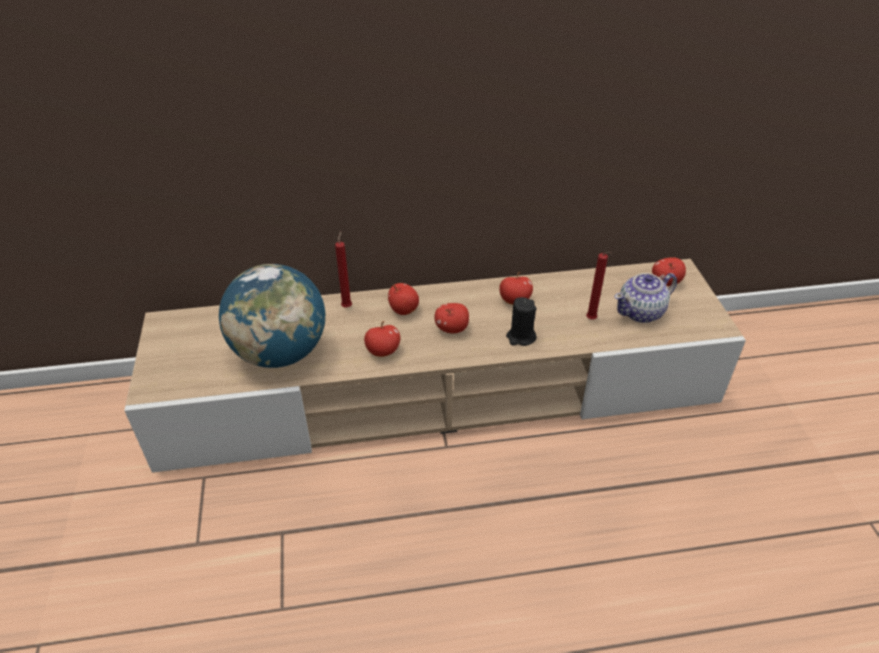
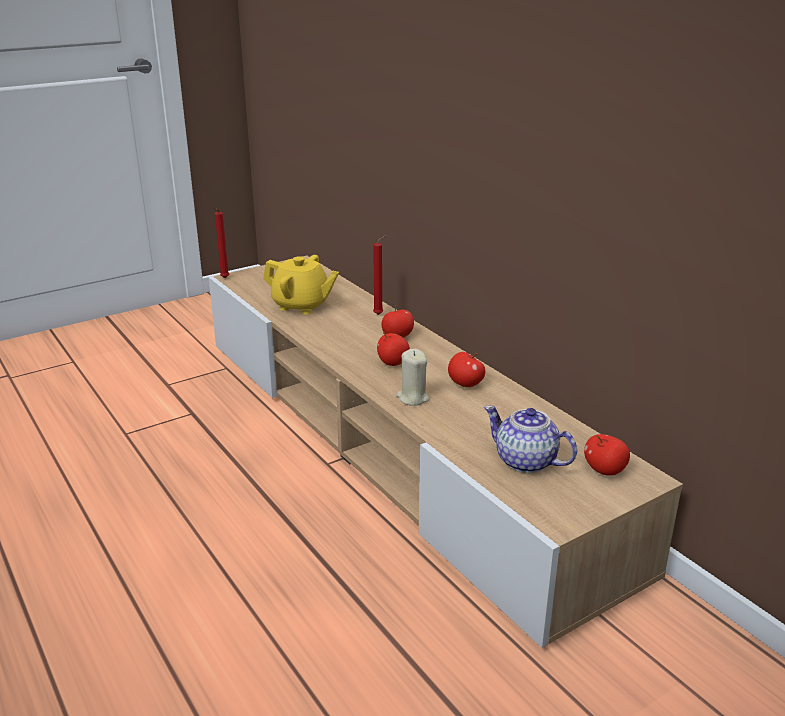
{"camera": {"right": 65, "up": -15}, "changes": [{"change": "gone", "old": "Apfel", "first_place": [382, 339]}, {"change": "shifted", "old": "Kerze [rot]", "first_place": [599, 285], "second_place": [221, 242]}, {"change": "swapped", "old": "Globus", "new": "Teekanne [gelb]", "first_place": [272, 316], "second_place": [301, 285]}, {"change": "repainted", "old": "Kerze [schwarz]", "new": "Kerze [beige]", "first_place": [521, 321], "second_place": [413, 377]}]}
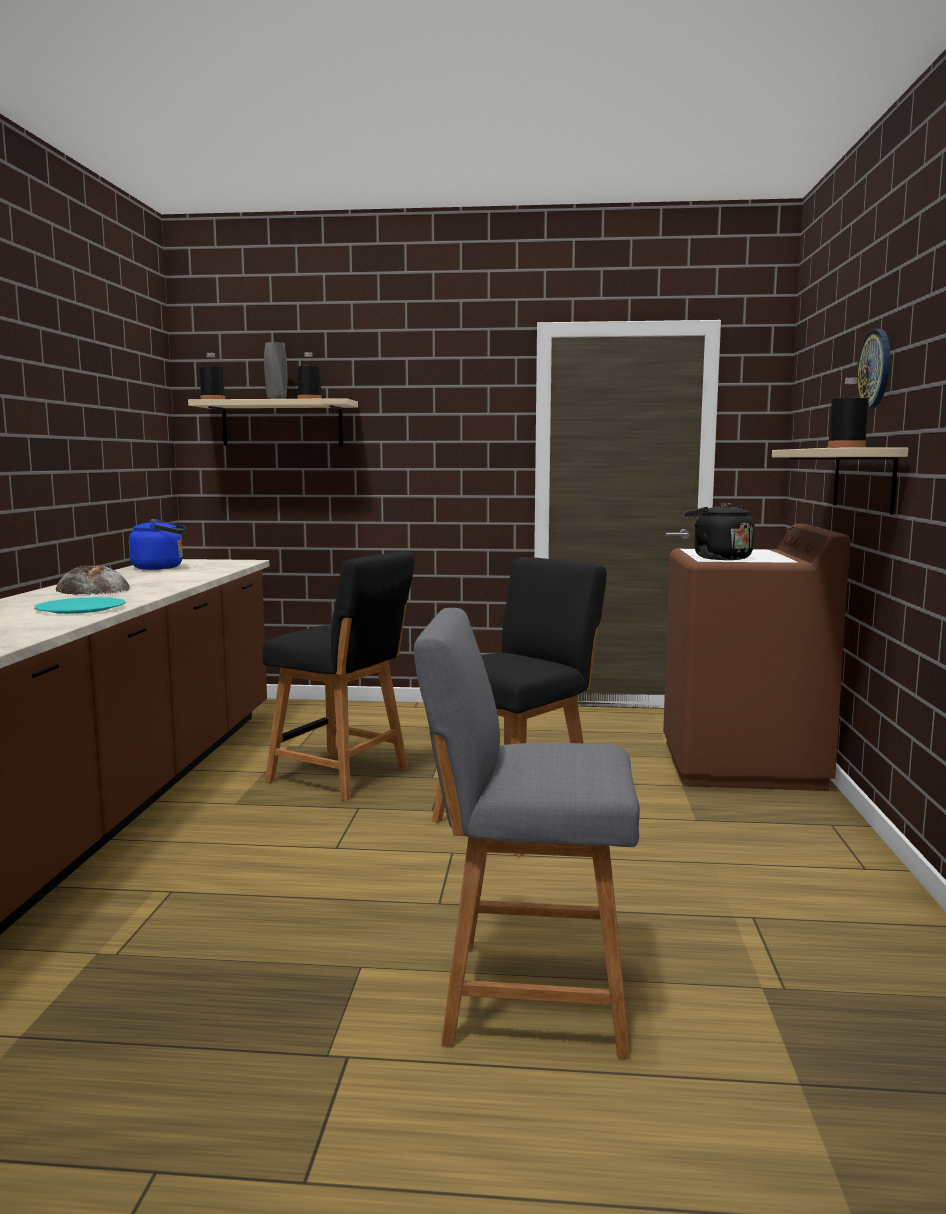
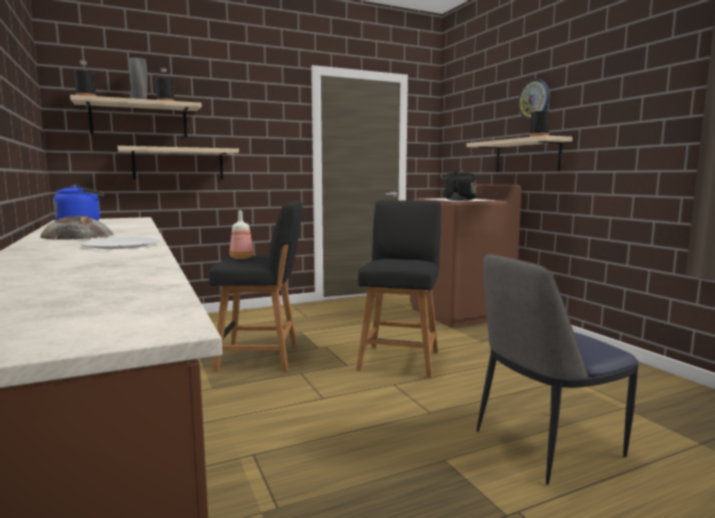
{"camera": {"right": -30, "up": 0}, "changes": [{"change": "new", "new": "Wandregal [beige]", "second_place": [178, 162]}, {"change": "new", "new": "Flasche", "second_place": [241, 235]}, {"change": "swapped", "old": "Hocker [grau]", "new": "Stuhl", "first_place": [527, 833], "second_place": [557, 369]}, {"change": "repainted", "old": "Teller [türkis]", "new": "Teller [weiß]", "first_place": [80, 605], "second_place": [120, 243]}]}
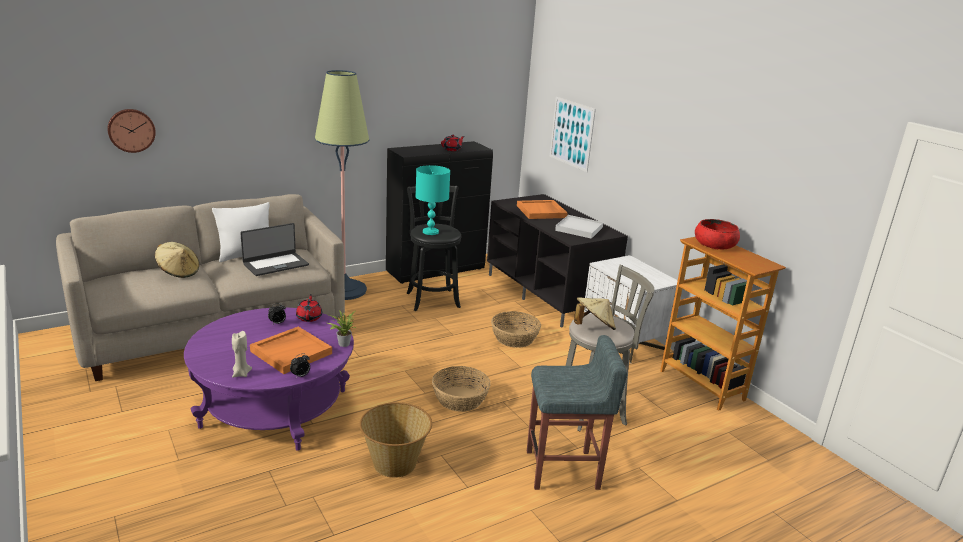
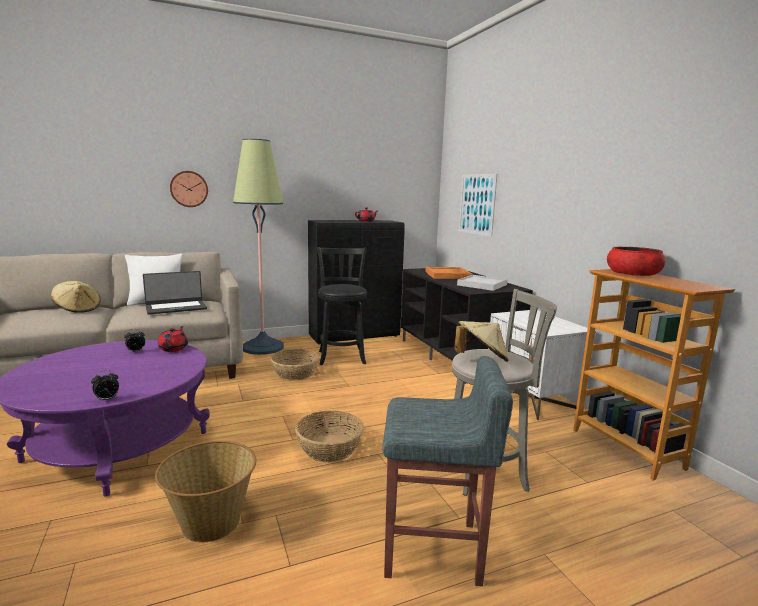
{"camera": {"right": 10, "up": -10}, "changes": [{"change": "gone", "old": "Kerze [beige]", "first_place": [242, 354]}, {"change": "gone", "old": "Tablett [orange]", "first_place": [291, 350]}, {"change": "gone", "old": "Topfpflanze", "first_place": [342, 328]}, {"change": "gone", "old": "Tischlampe [türkis]", "first_place": [432, 200]}, {"change": "shifted", "old": "Wanduhr", "first_place": [131, 131], "second_place": [189, 189]}, {"change": "shifted", "old": "Korb", "first_place": [516, 329], "second_place": [295, 365]}]}
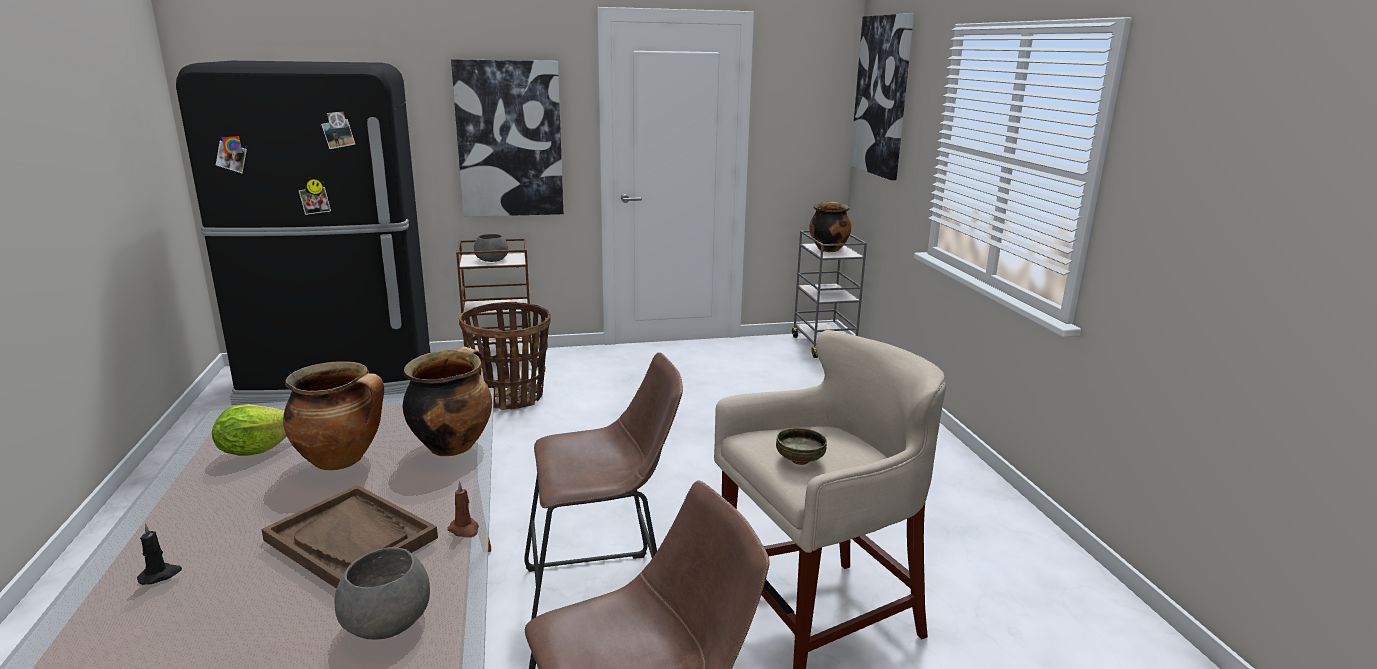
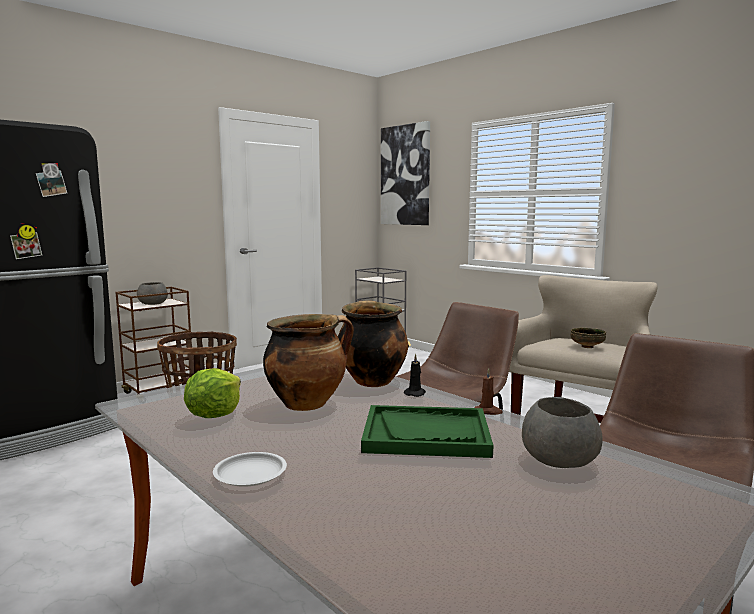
{"camera": {"right": -30, "up": -10}, "changes": [{"change": "gone", "old": "Bild", "first_place": [507, 138]}, {"change": "gone", "old": "Kochtopf", "first_place": [830, 226]}, {"change": "new", "new": "Teller [weiß]", "second_place": [250, 469]}, {"change": "shifted", "old": "Kerze [schwarz]", "first_place": [159, 554], "second_place": [415, 375]}, {"change": "repainted", "old": "Tablett [braun]", "new": "Tablett [grün]", "first_place": [349, 537], "second_place": [427, 431]}]}
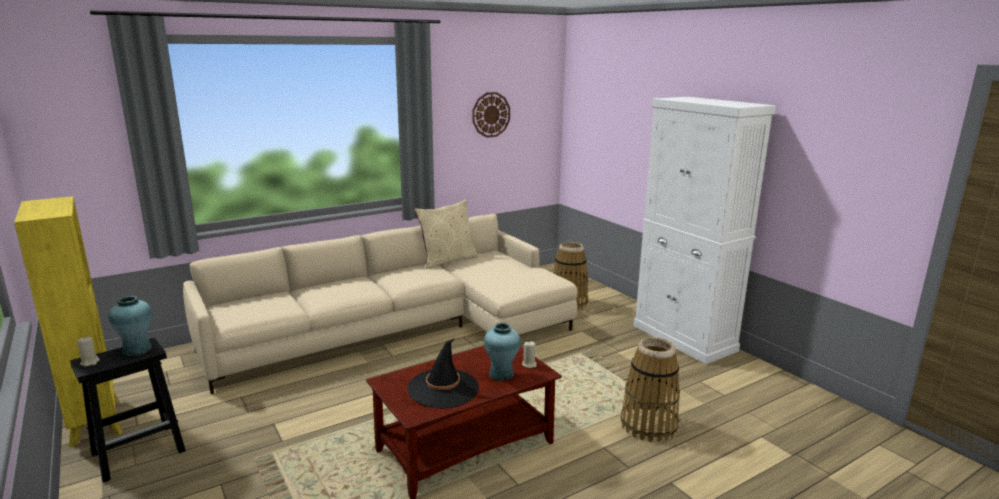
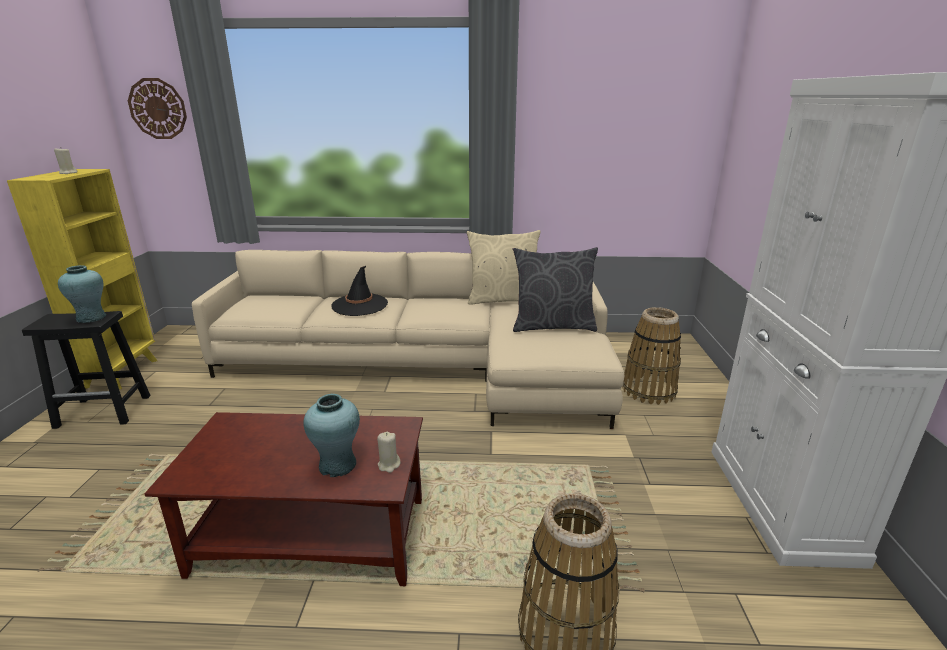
{"camera": {"right": 35, "up": 5}, "changes": [{"change": "new", "new": "Kissen [grau]", "second_place": [555, 289]}, {"change": "shifted", "old": "Kerze [beige]", "first_place": [88, 352], "second_place": [66, 161]}, {"change": "shifted", "old": "Hut [schwarz]", "first_place": [443, 373], "second_place": [359, 291]}, {"change": "shifted", "old": "Wanduhr", "first_place": [491, 115], "second_place": [157, 108]}]}
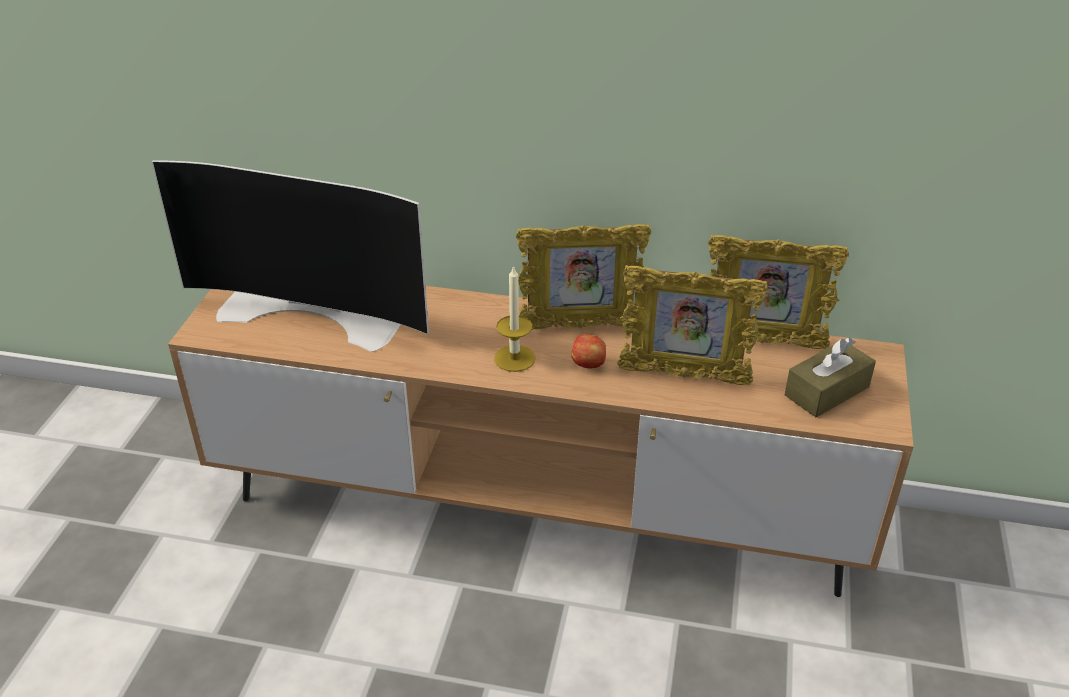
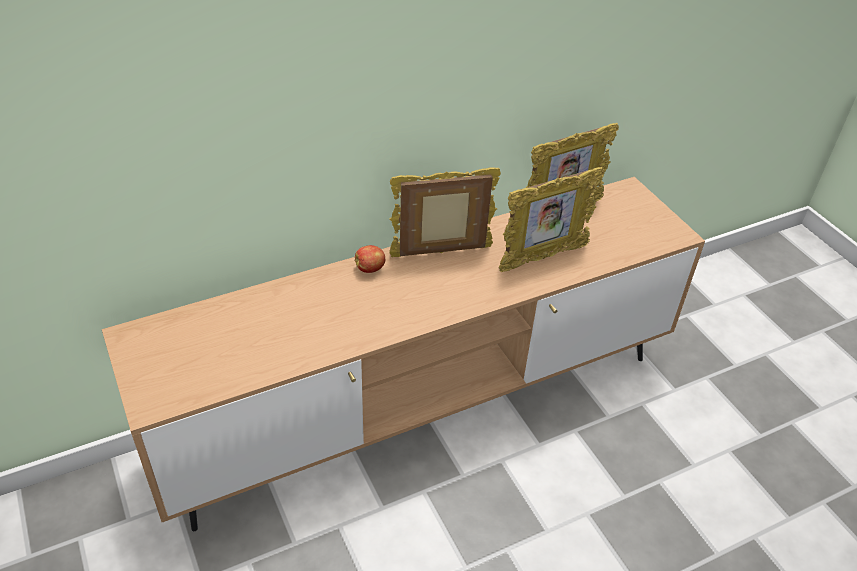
{"camera": {"right": -40, "up": 5}, "changes": [{"change": "gone", "old": "Fernseher", "first_place": [290, 256]}, {"change": "gone", "old": "Kerze", "first_place": [515, 318]}, {"change": "gone", "old": "Taschentuchbox [braun]", "first_place": [830, 377]}, {"change": "shifted", "old": "Apfel", "first_place": [588, 351], "second_place": [370, 259]}, {"change": "rotated", "old": "Bilderrahmen", "first_place": [583, 277], "second_place": [445, 212], "degrees": -150}]}
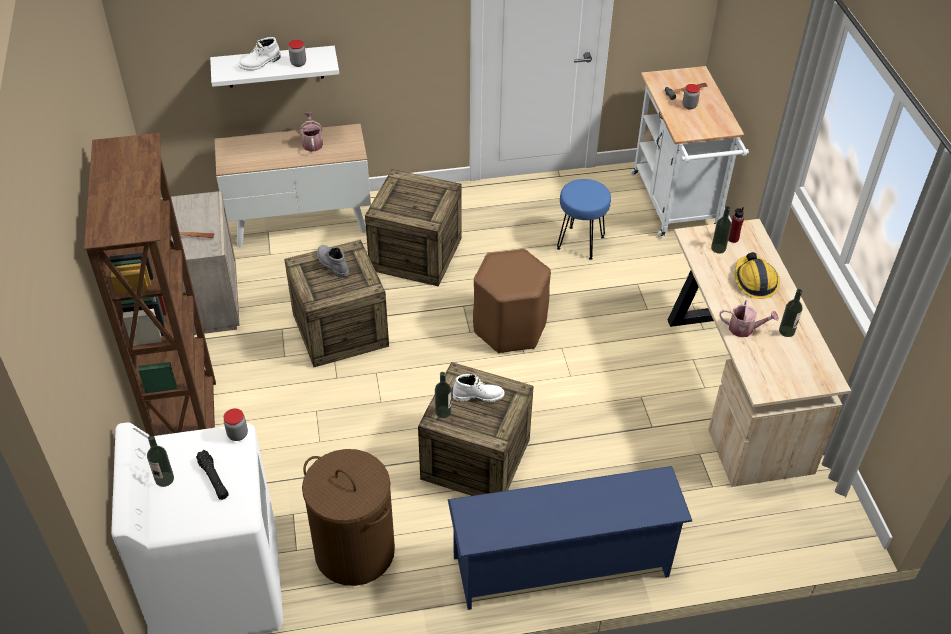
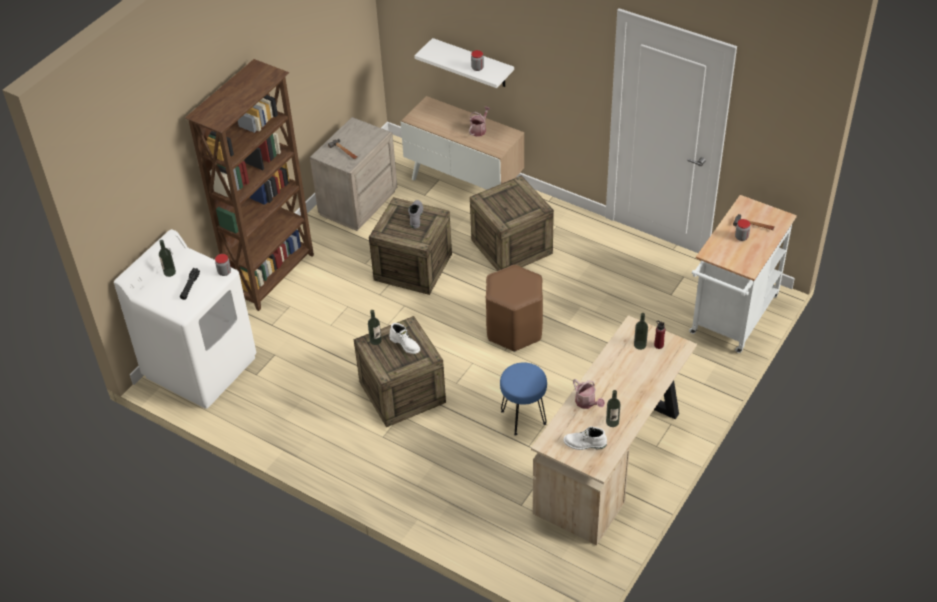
{"camera": {"right": 45, "up": 0}, "changes": [{"change": "gone", "old": "Wäschekorb [braun]", "first_place": [348, 517]}, {"change": "gone", "old": "Schuhregal [blau]", "first_place": [570, 538]}, {"change": "gone", "old": "Schutzhelm", "first_place": [757, 275]}, {"change": "shifted", "old": "Stiefel [weiß]", "first_place": [259, 54], "second_place": [585, 438]}, {"change": "shifted", "old": "Hocker [blau]", "first_place": [584, 219], "second_place": [523, 399]}]}
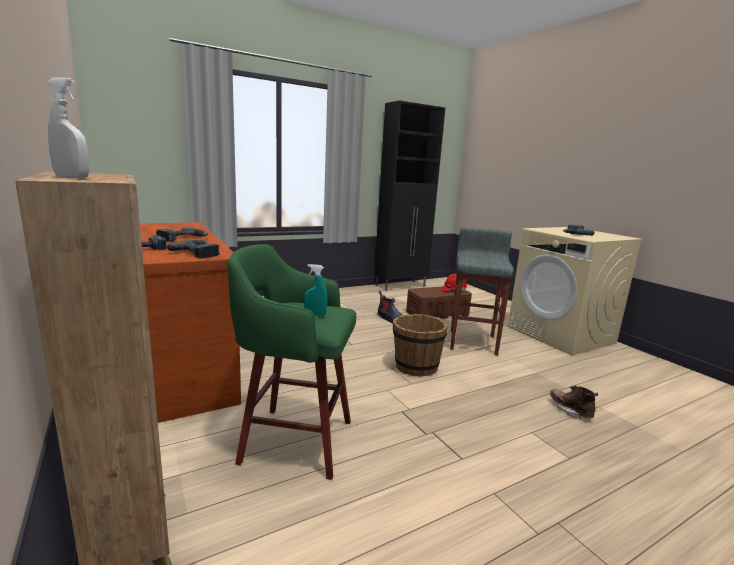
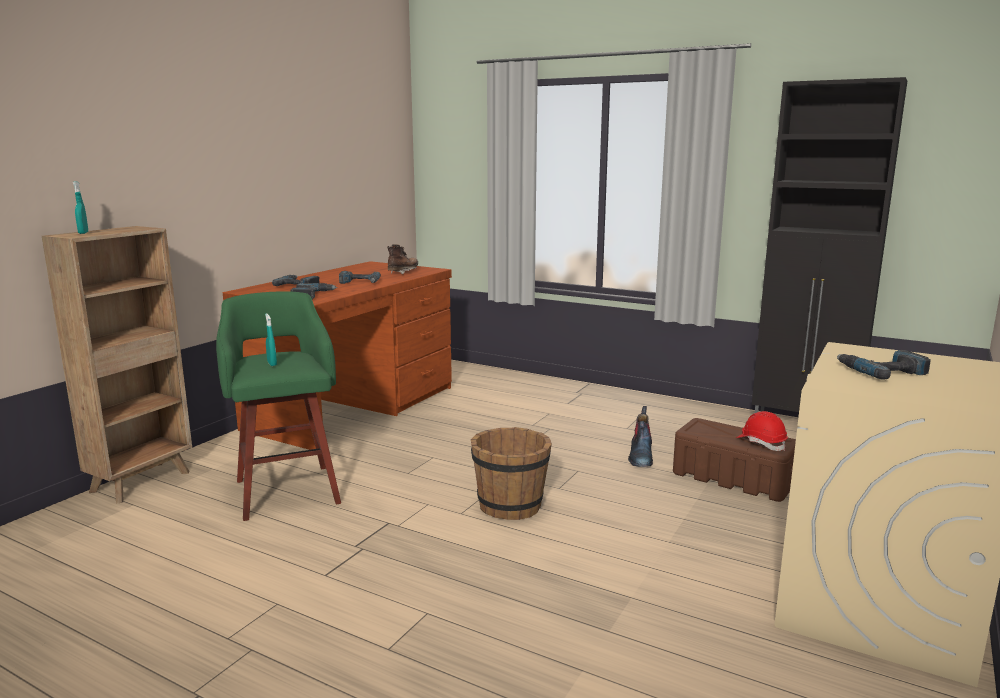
{"camera": {"right": 60, "up": 0}, "changes": [{"change": "gone", "old": "Hocker [grau]", "first_place": [482, 291]}, {"change": "shifted", "old": "Stiefel [braun]", "first_place": [574, 402], "second_place": [402, 259]}, {"change": "repainted", "old": "Sprühflasche [weiß]", "new": "Sprühflasche [türkis]", "first_place": [68, 127], "second_place": [80, 207]}]}
